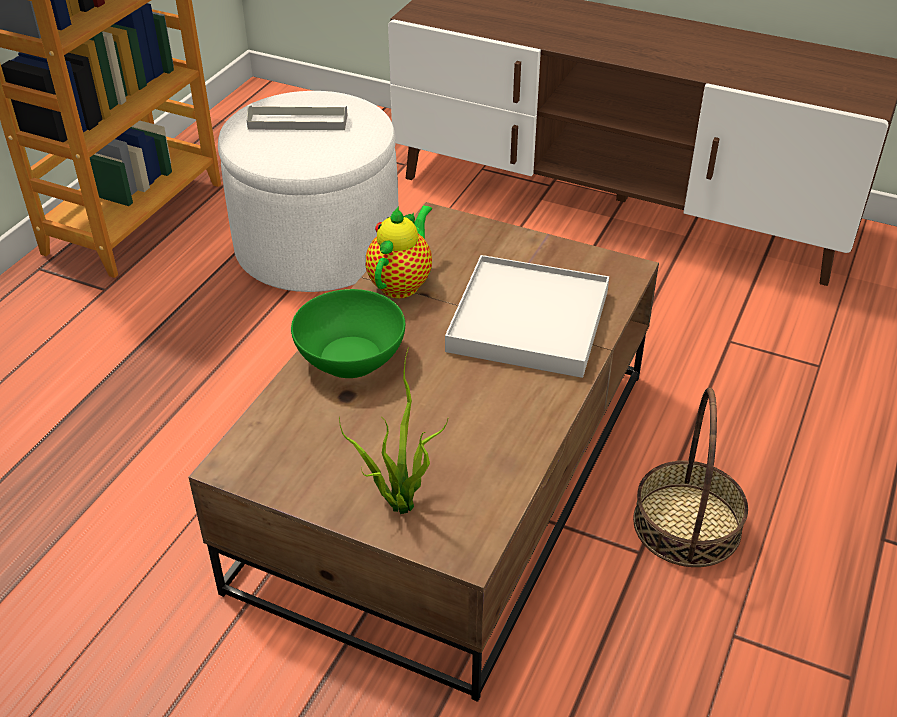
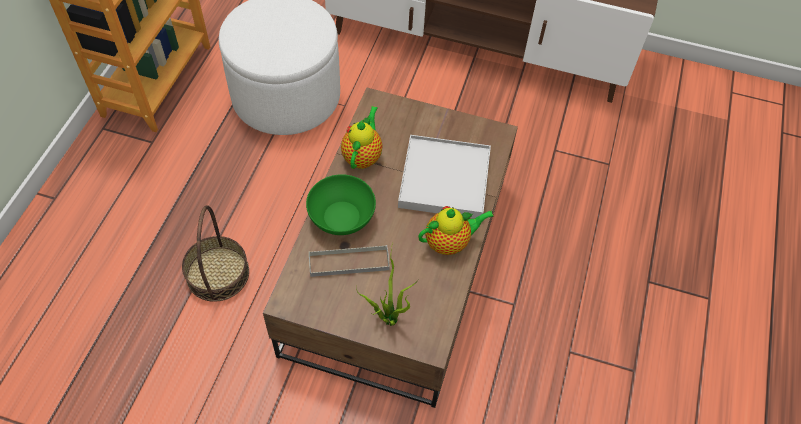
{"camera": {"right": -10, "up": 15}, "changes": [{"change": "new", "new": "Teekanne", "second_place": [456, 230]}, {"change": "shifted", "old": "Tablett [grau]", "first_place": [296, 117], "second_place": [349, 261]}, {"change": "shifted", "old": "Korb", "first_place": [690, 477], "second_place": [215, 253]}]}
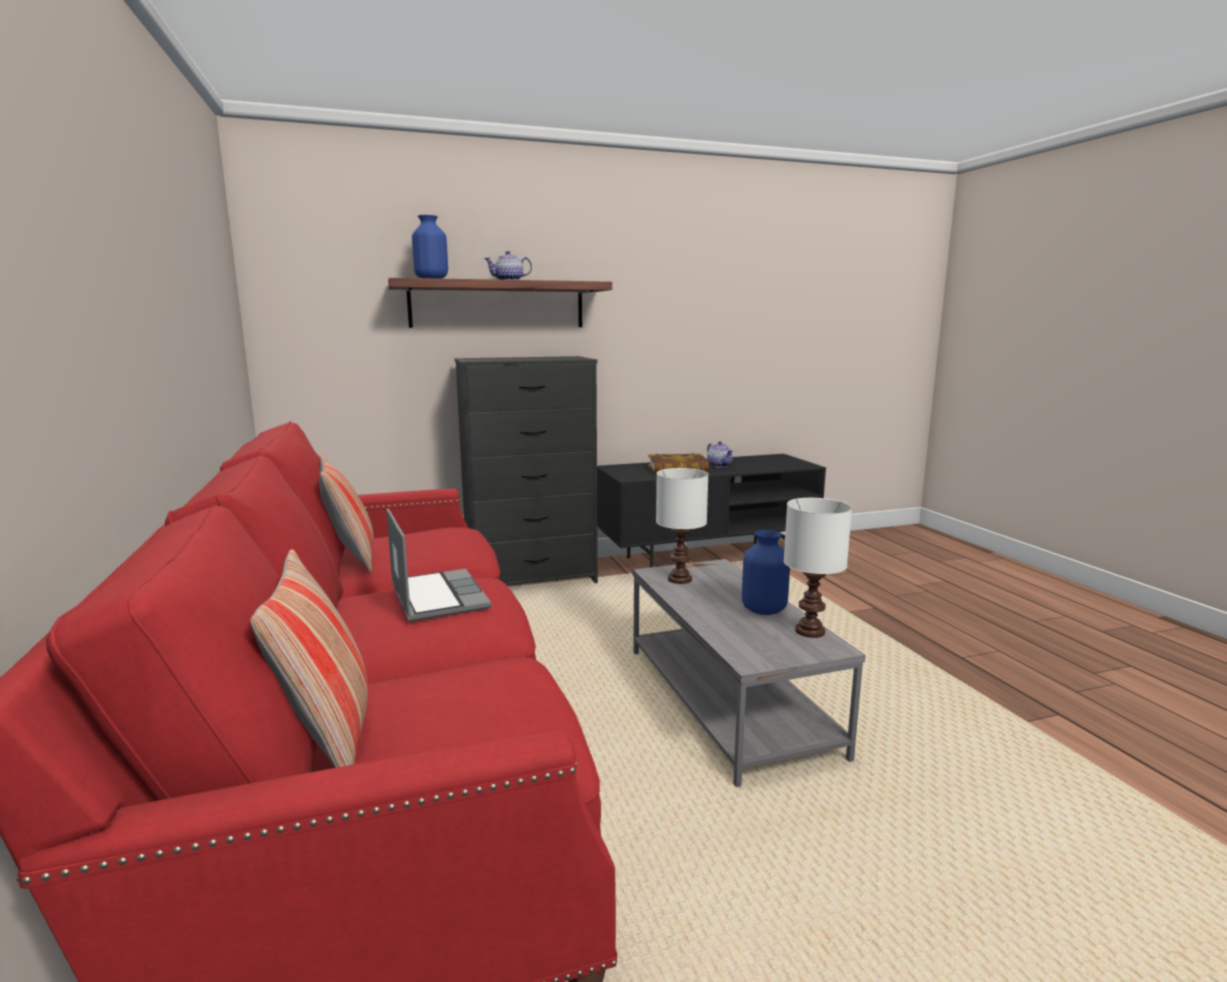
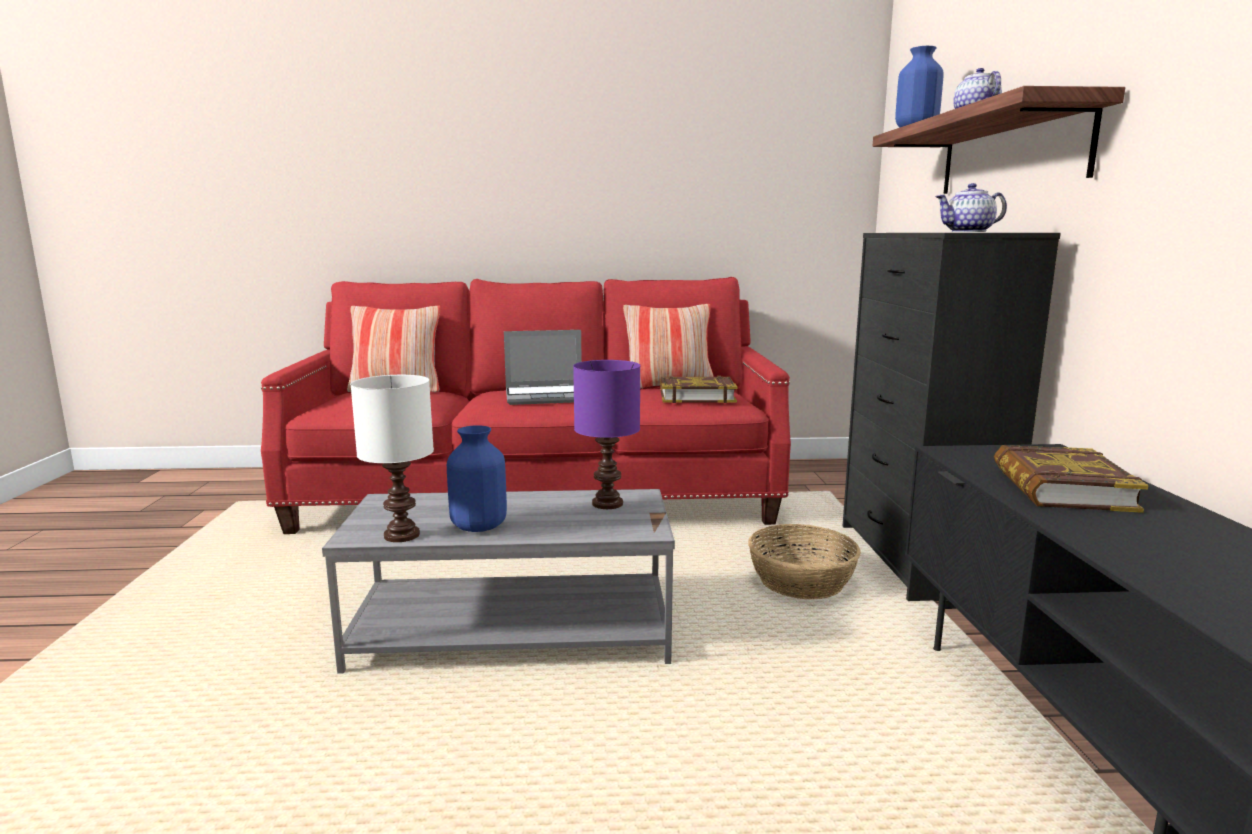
{"camera": {"right": 105, "up": 0}, "changes": [{"change": "new", "new": "Buch", "second_place": [698, 389]}, {"change": "new", "new": "Korb", "second_place": [804, 561]}, {"change": "shifted", "old": "Teekanne", "first_place": [720, 454], "second_place": [971, 207]}, {"change": "repainted", "old": "Tischlampe [weiß]", "new": "Tischlampe [lila]", "first_place": [682, 526], "second_place": [606, 434]}]}
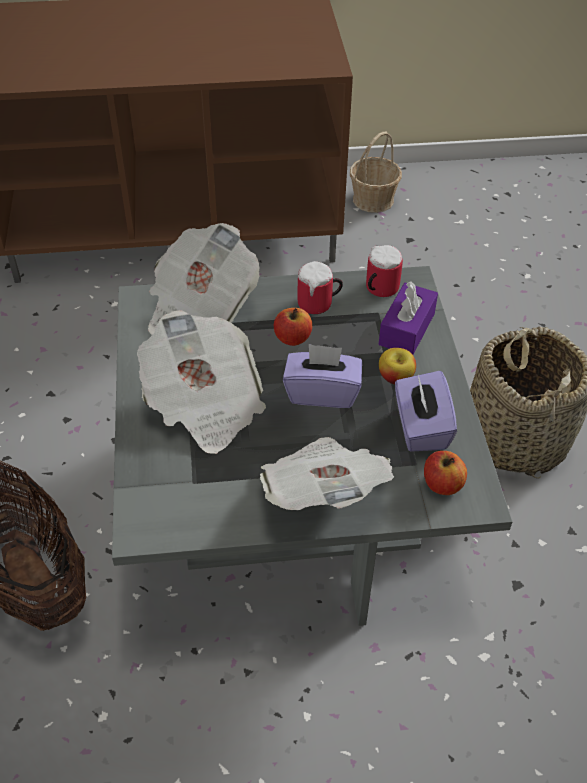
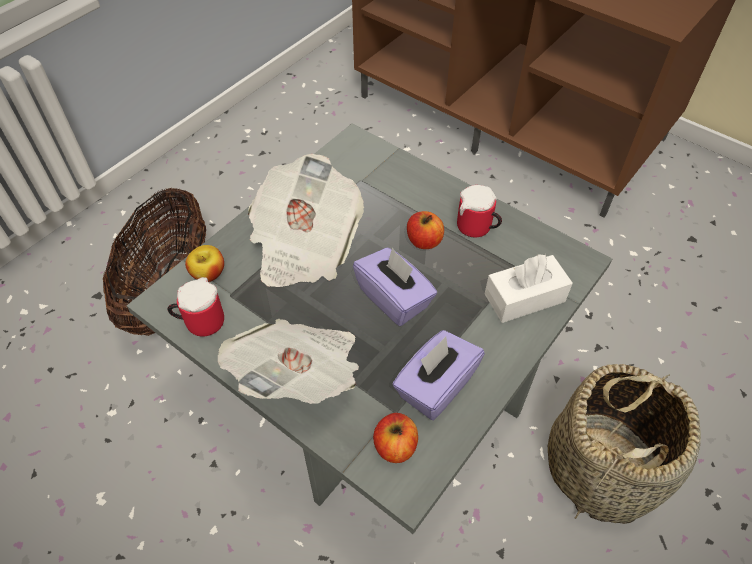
{"camera": {"right": 45, "up": 5}, "changes": [{"change": "gone", "old": "Zeitung", "first_place": [204, 279]}, {"change": "gone", "old": "Korb", "first_place": [376, 172]}, {"change": "shifted", "old": "Henkelbecher", "first_place": [384, 271], "second_place": [195, 307]}, {"change": "shifted", "old": "Apfel", "first_place": [397, 366], "second_place": [204, 263]}, {"change": "repainted", "old": "Taschentuchbox [lila]", "new": "Taschentuchbox [weiß]", "first_place": [408, 318], "second_place": [529, 288]}]}
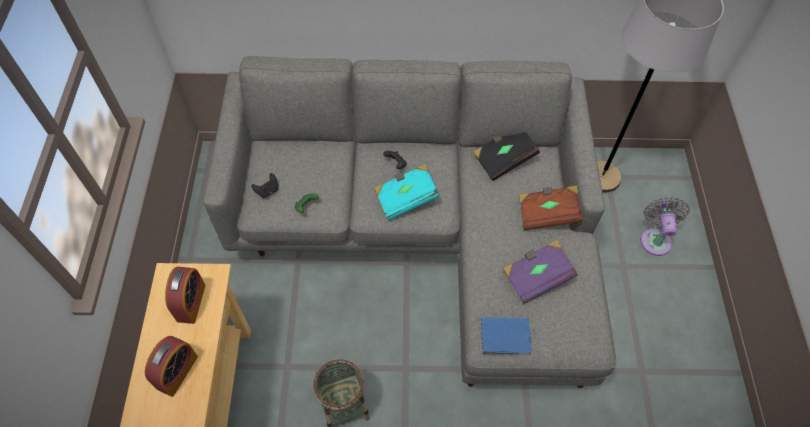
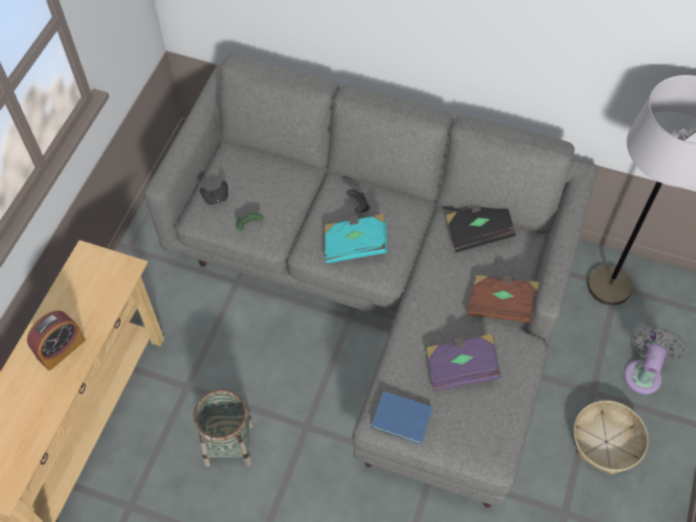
{"camera": {"right": 20, "up": 0}, "changes": [{"change": "gone", "old": "Wecker", "first_place": [185, 295]}, {"change": "new", "new": "Korb", "second_place": [610, 437]}]}
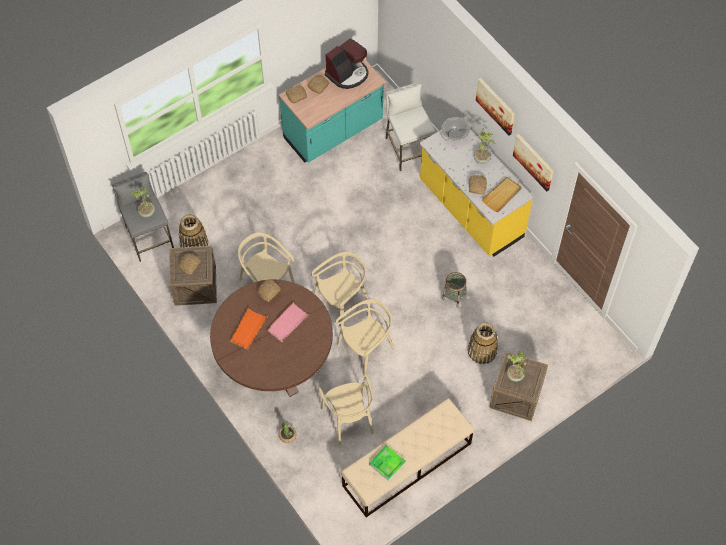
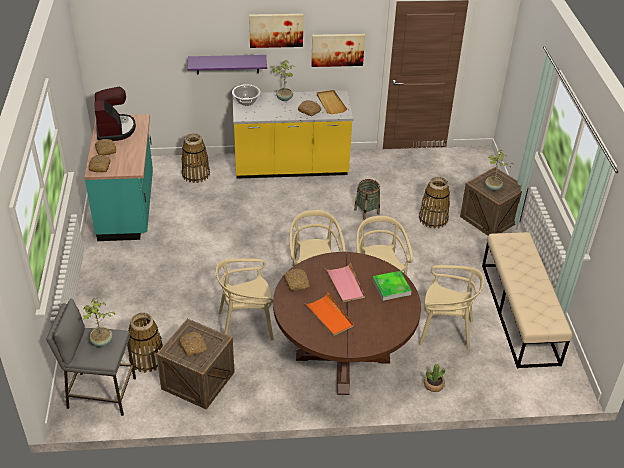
{"camera": {"right": -60, "up": -20}, "changes": [{"change": "new", "new": "Wandregal [lila]", "second_place": [227, 65]}, {"change": "shifted", "old": "Tablett", "first_place": [387, 463], "second_place": [391, 286]}, {"change": "swapped", "old": "Hocker [weiß]", "new": "Korb", "first_place": [411, 126], "second_place": [195, 158]}]}
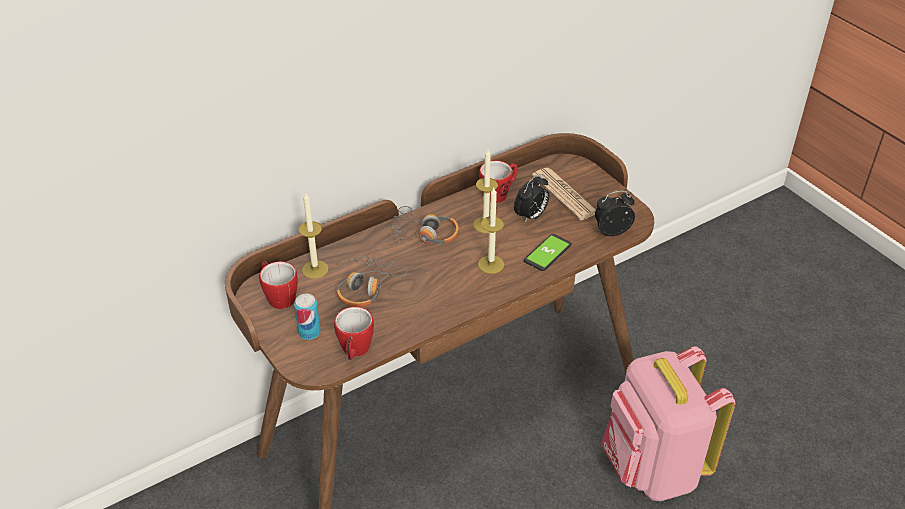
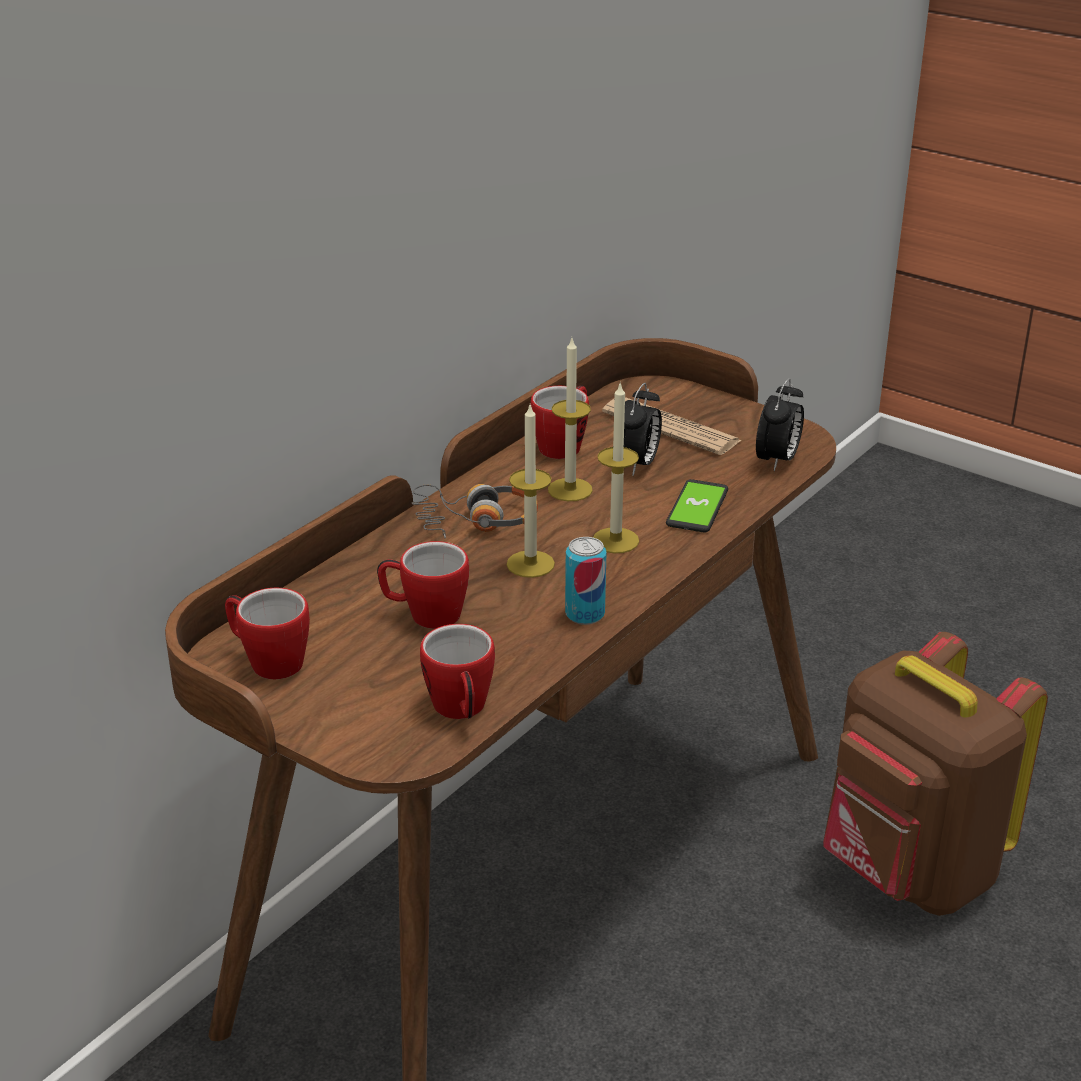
{"camera": {"right": -20, "up": -10}, "changes": [{"change": "shifted", "old": "Dose", "first_place": [307, 317], "second_place": [586, 581]}, {"change": "shifted", "old": "Kerze", "first_place": [313, 236], "second_place": [531, 491]}, {"change": "swapped", "old": "Kopfhörer", "new": "Henkelbecher", "first_place": [372, 281], "second_place": [423, 585]}, {"change": "repainted", "old": "Rucksack [rosa]", "new": "Rucksack [braun]", "first_place": [668, 423], "second_place": [935, 774]}, {"change": "rotated", "old": "Wecker", "first_place": [615, 213], "second_place": [780, 424], "degrees": 150}]}
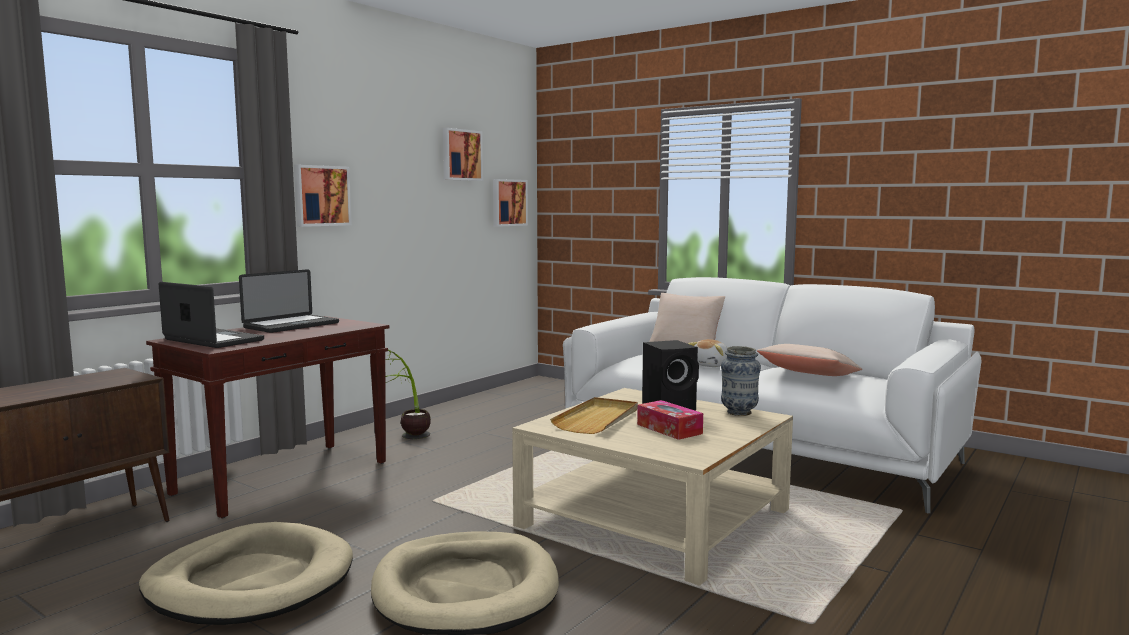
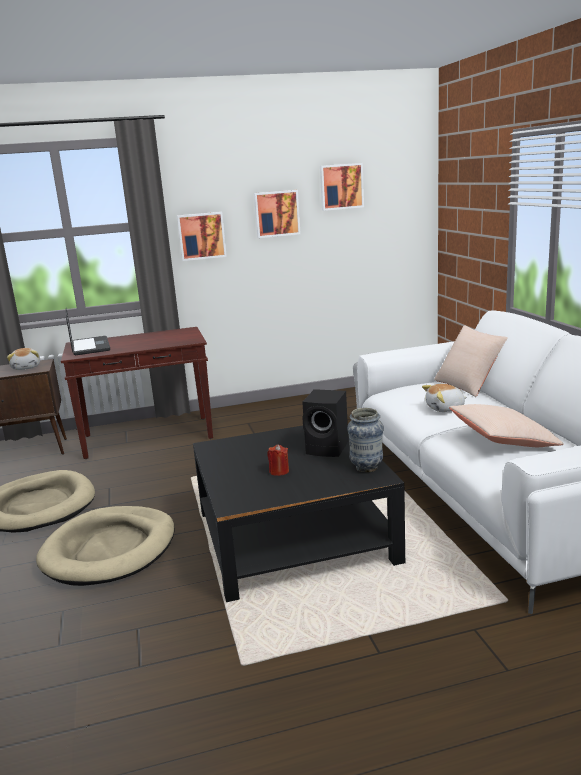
{"camera": {"right": 40, "up": 10}, "changes": [{"change": "gone", "old": "Laptop", "first_place": [289, 301]}, {"change": "gone", "old": "Topfpflanze", "first_place": [408, 394]}, {"change": "gone", "old": "Tablett [beige]", "first_place": [594, 415]}, {"change": "new", "new": "Plüschtier", "second_place": [23, 359]}, {"change": "shifted", "old": "Bild", "first_place": [510, 203], "second_place": [277, 214]}, {"change": "swapped", "old": "Taschentuchbox", "new": "Kerze [rot]", "first_place": [670, 420], "second_place": [278, 460]}, {"change": "repainted", "old": "Couchtisch [beige]", "new": "Couchtisch [schwarz]", "first_place": [652, 487], "second_place": [299, 513]}]}
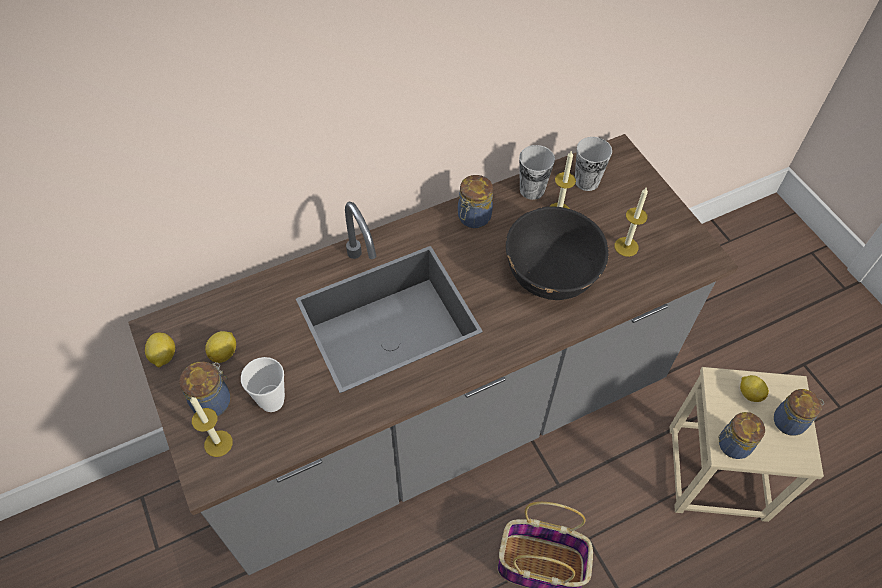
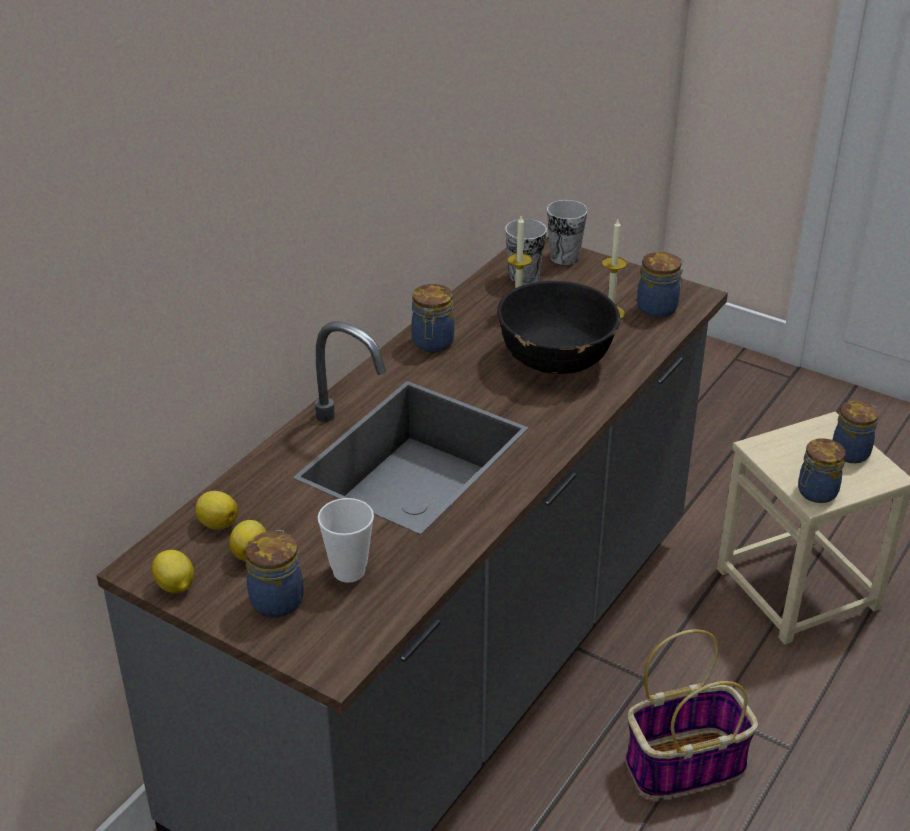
{"camera": {"right": -30, "up": -20}, "changes": [{"change": "gone", "old": "Kerze", "first_place": [211, 427]}, {"change": "new", "new": "Vorratsglas", "second_place": [660, 285]}, {"change": "shifted", "old": "Tasse", "first_place": [537, 172], "second_place": [567, 232]}, {"change": "shifted", "old": "Zitrone", "first_place": [754, 388], "second_place": [216, 510]}]}
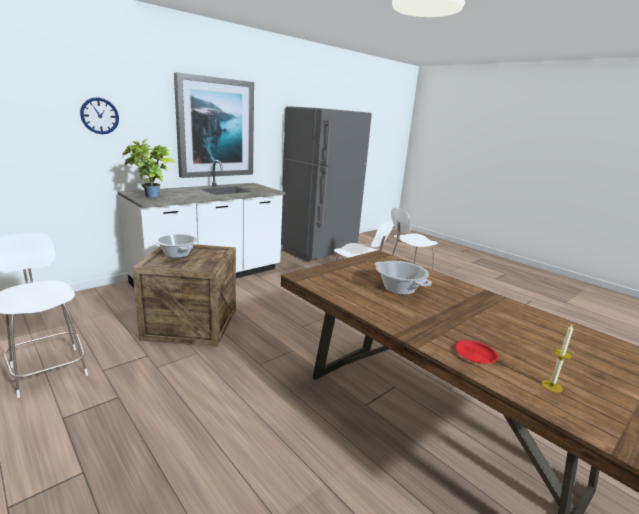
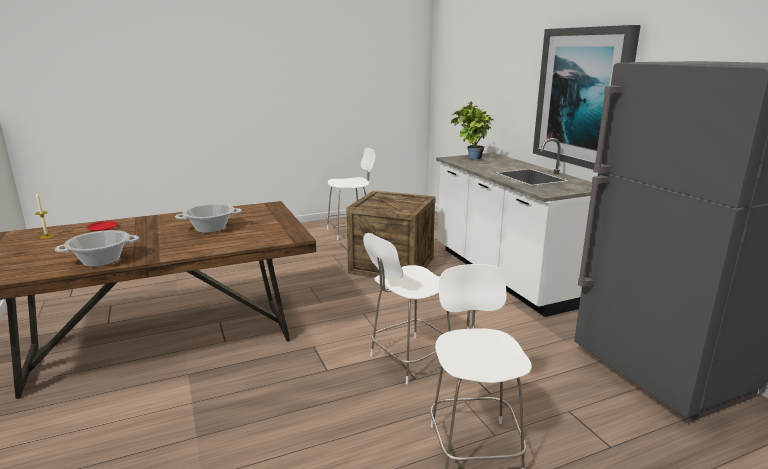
{"camera": {"right": 110, "up": 0}, "changes": [{"change": "gone", "old": "Wanduhr", "first_place": [99, 115]}, {"change": "shifted", "old": "Kochtopf", "first_place": [176, 246], "second_place": [97, 248]}]}
